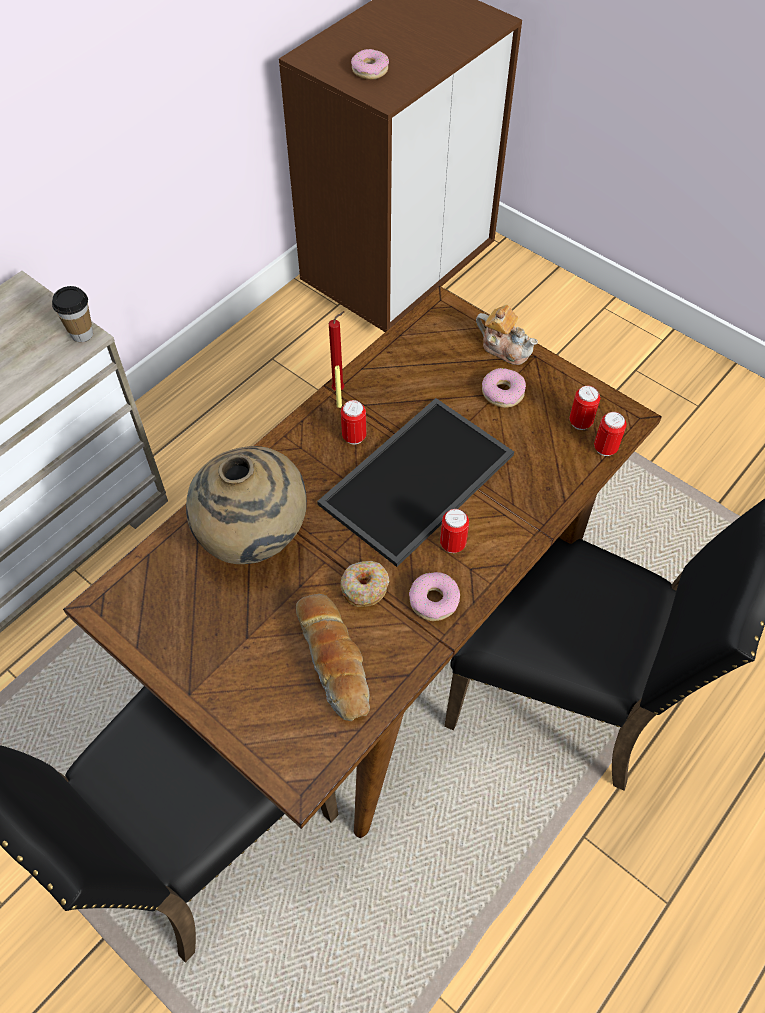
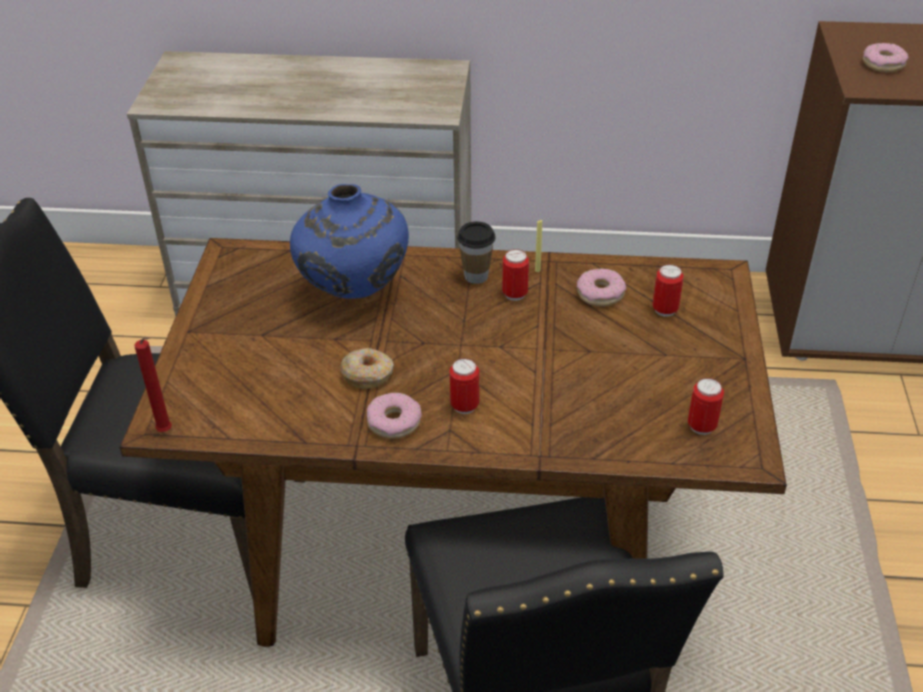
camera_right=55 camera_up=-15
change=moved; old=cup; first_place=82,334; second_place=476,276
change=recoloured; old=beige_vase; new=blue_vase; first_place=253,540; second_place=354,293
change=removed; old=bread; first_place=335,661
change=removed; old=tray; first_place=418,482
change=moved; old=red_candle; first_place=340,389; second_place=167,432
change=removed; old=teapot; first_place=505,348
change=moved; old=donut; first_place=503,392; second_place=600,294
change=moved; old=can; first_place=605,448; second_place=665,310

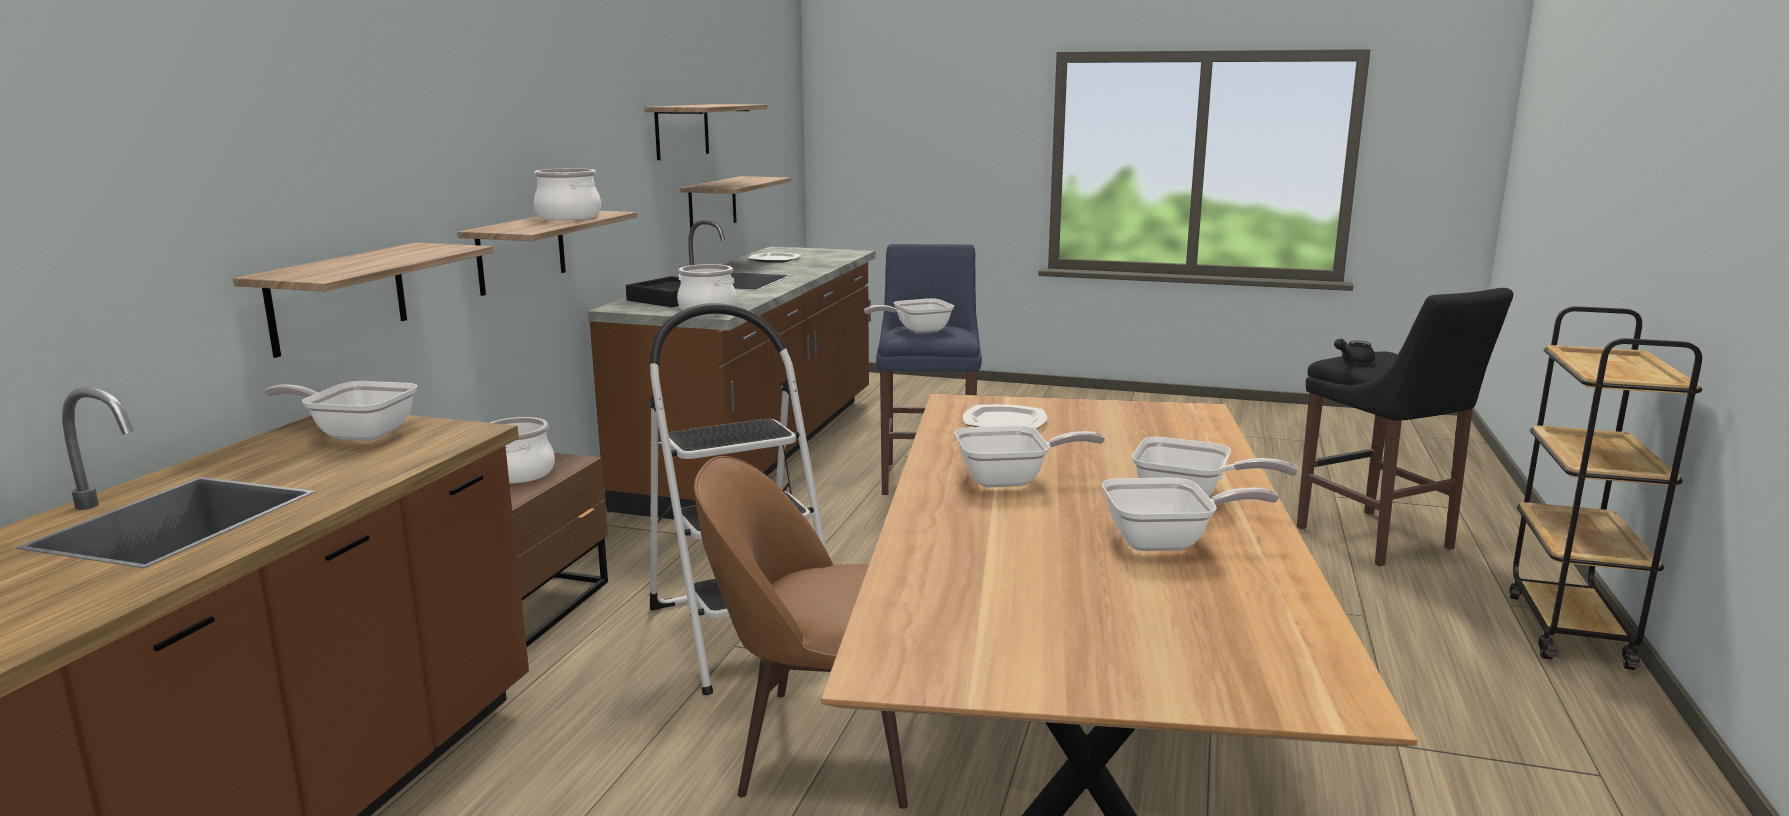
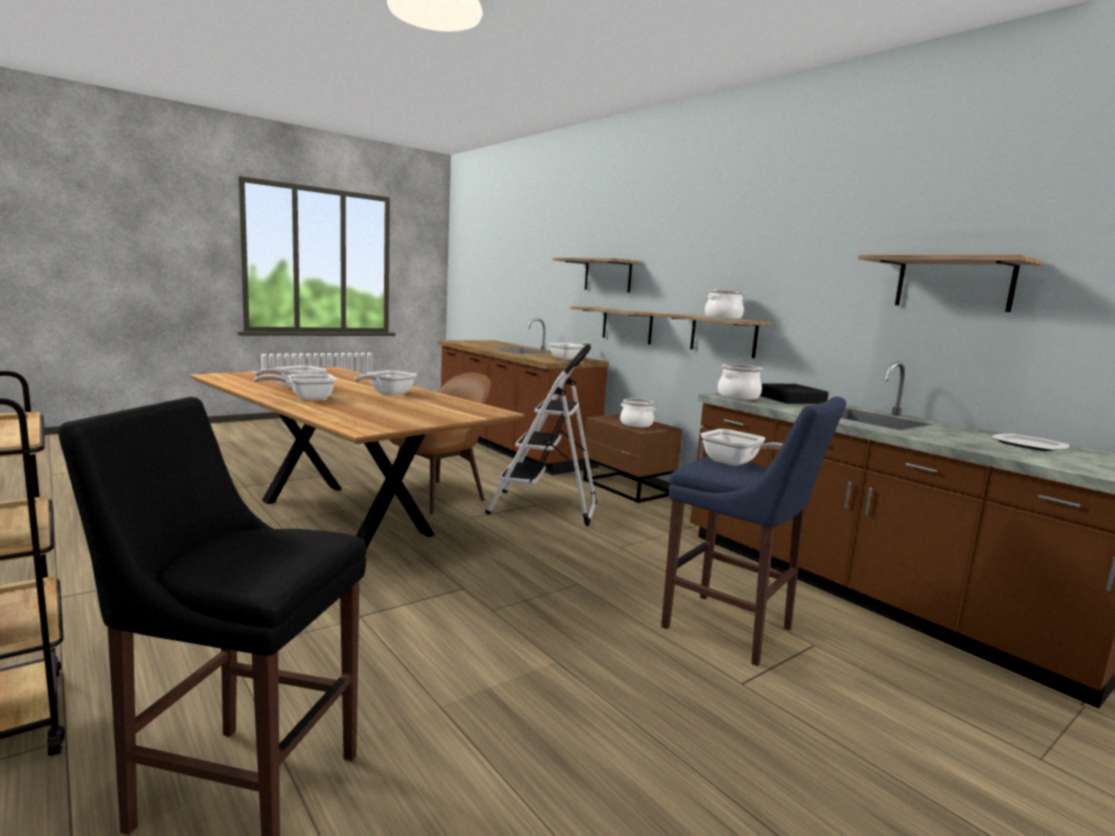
camera_right=125 camera_up=-5
change=moved; old=shelf; first_place=712,205; second_place=607,275
change=turned; old=frying_pan; first_place=916,330; second_place=736,463; degrees=120
change=removed; old=plate; first_place=1004,422
change=removed; old=black_teapot; first_place=1352,361

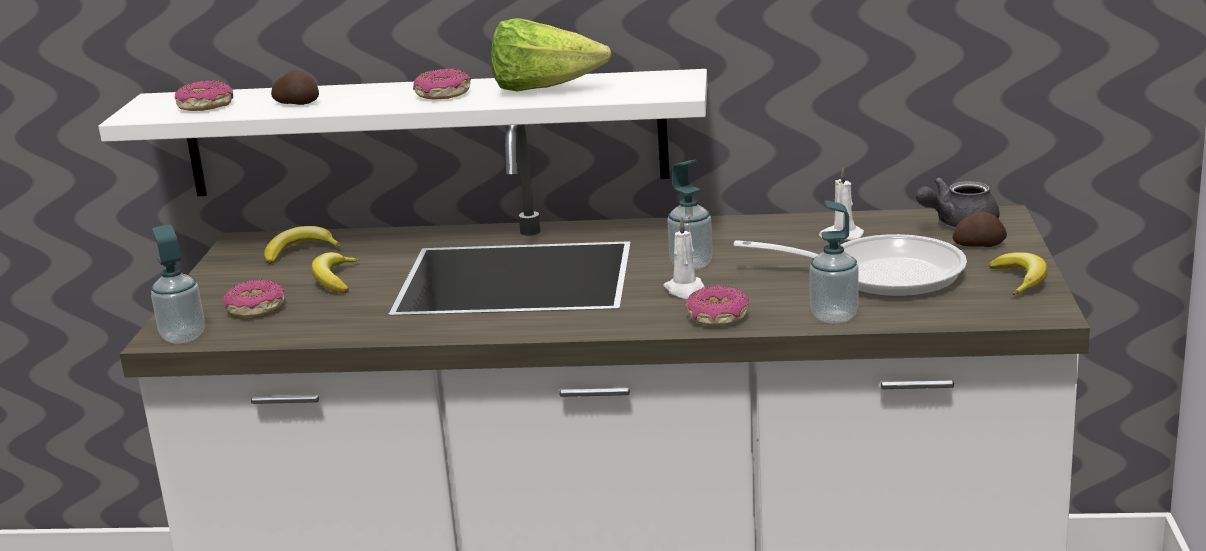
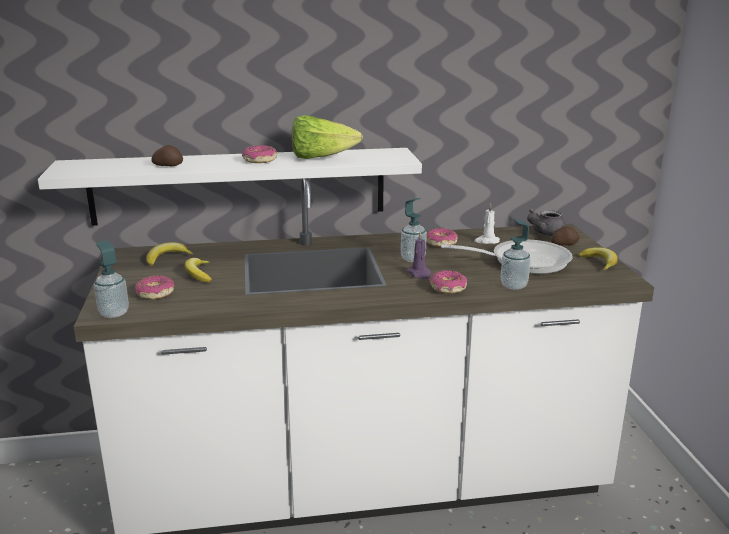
camera_right=-15 camera_up=0
change=moved; old=donut; first_place=205,106; second_place=441,243
change=recoloured; old=white_candle; new=purple_candle; first_place=685,290; second_place=419,274

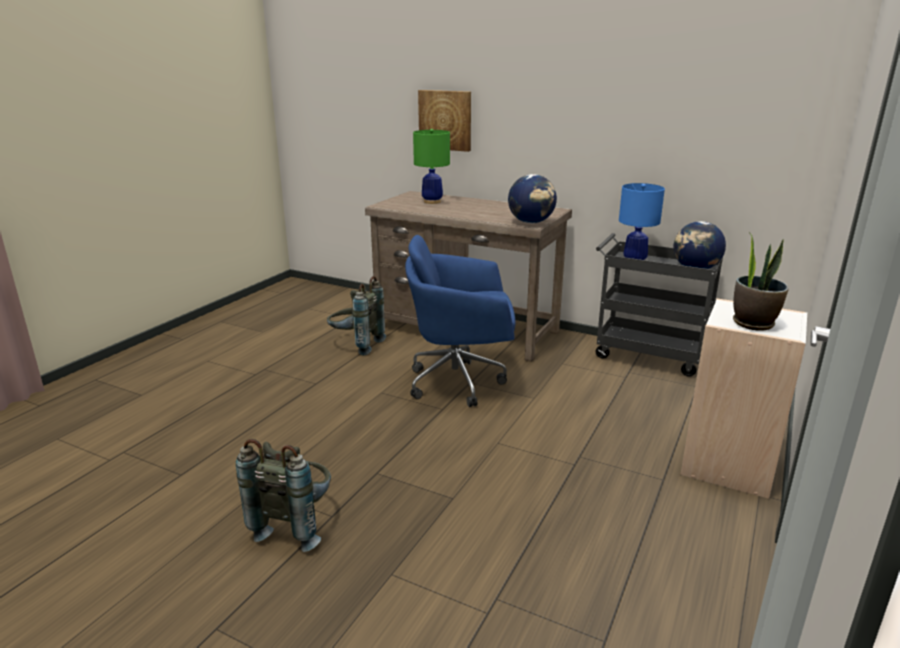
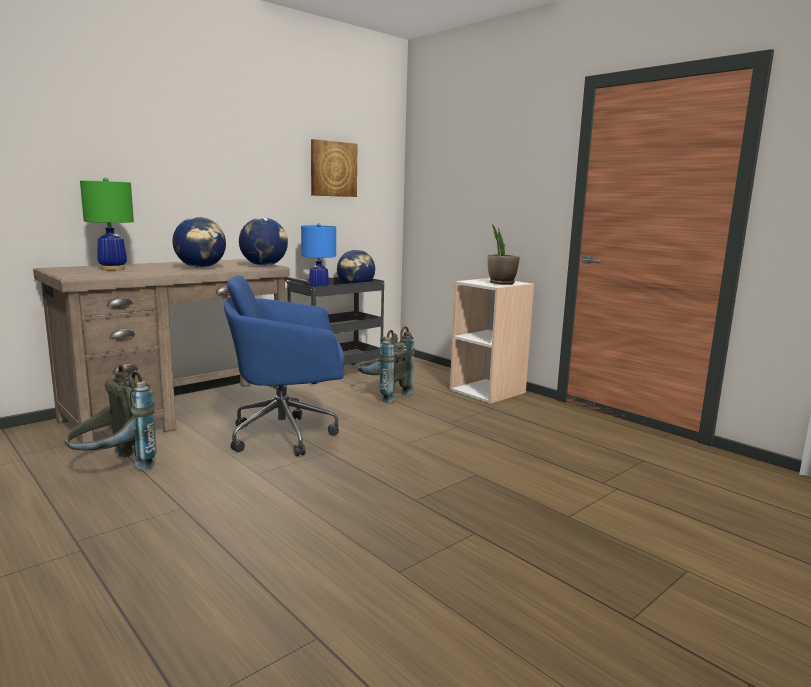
camera_right=-70 camera_up=-10
change=moved; old=grey_backpack; first_place=295,524; second_place=383,395
change=turned; old=blue_office_chair; first_place=460,383; second_place=288,436; degrees=60
change=moved; old=picture; first_place=445,120; second_place=333,169
change=added; new=globe; second_place=201,267

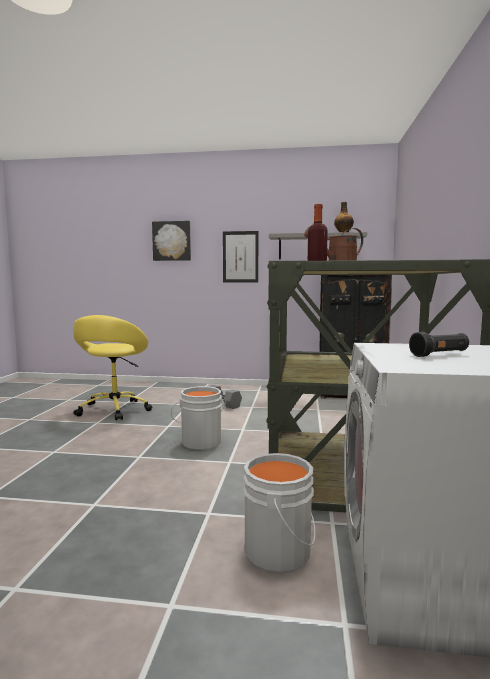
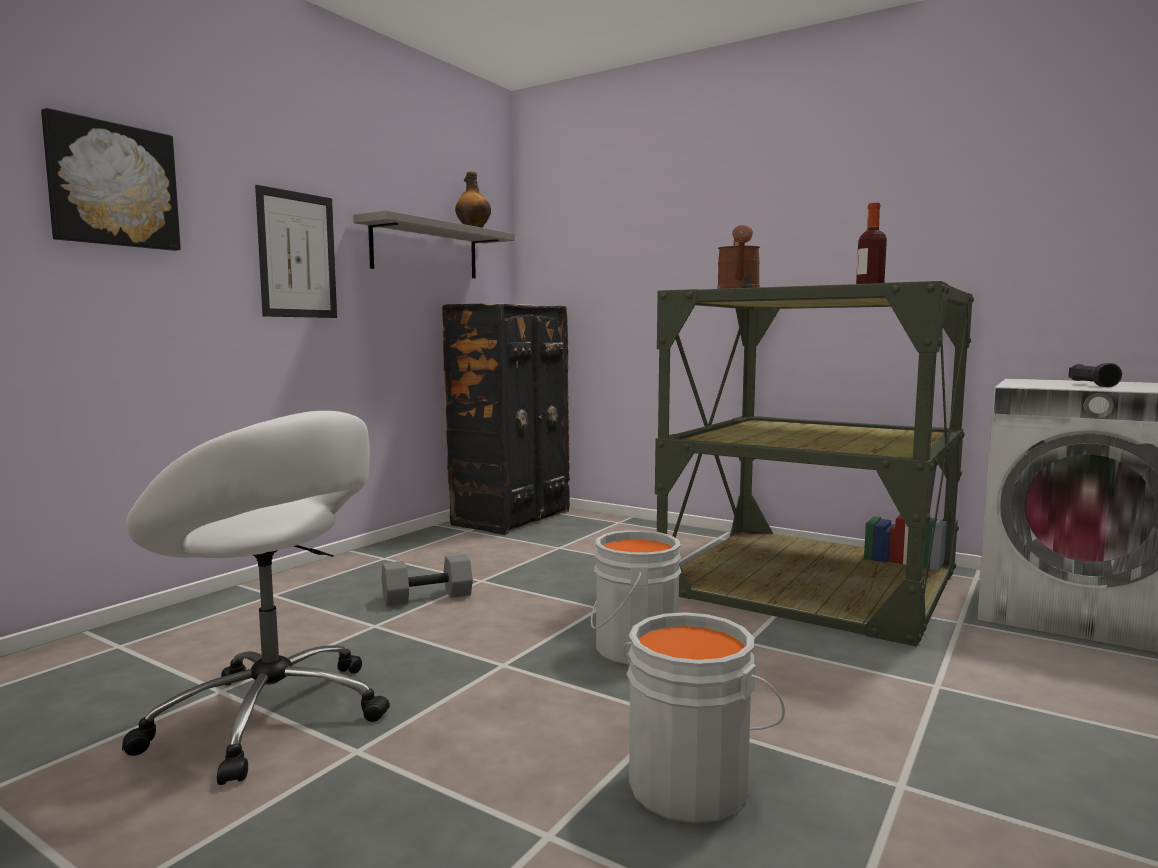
camera_right=-65 camera_up=0
change=recoloured; old=yellow_office_chair; new=white_office_chair; first_place=113,410; second_place=274,718
change=moved; old=grey_bucket; first_place=281,551; second_place=691,783

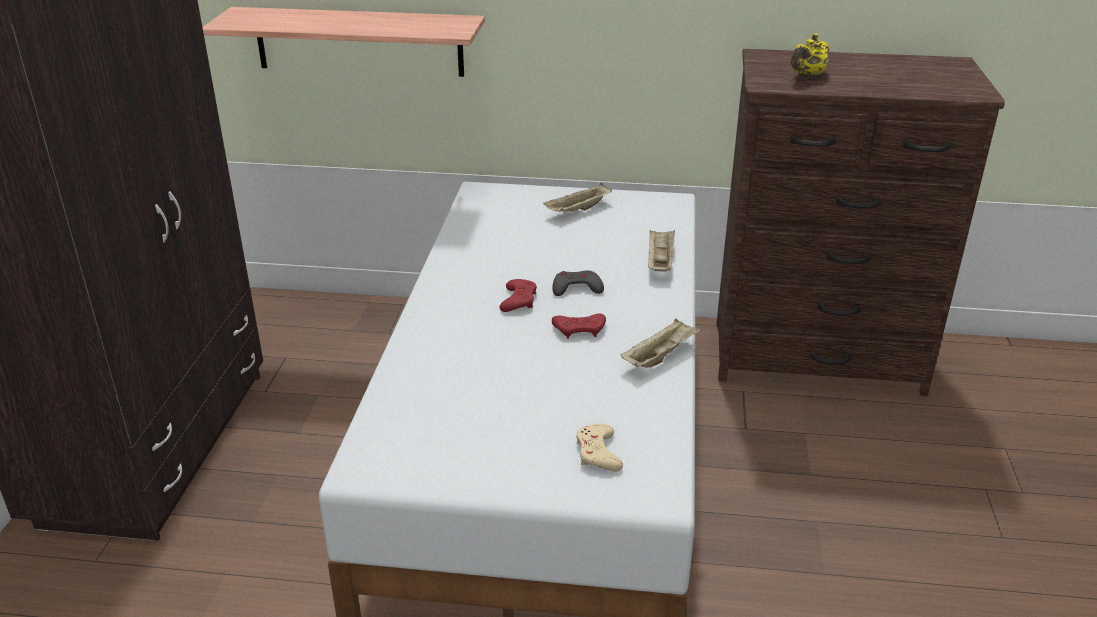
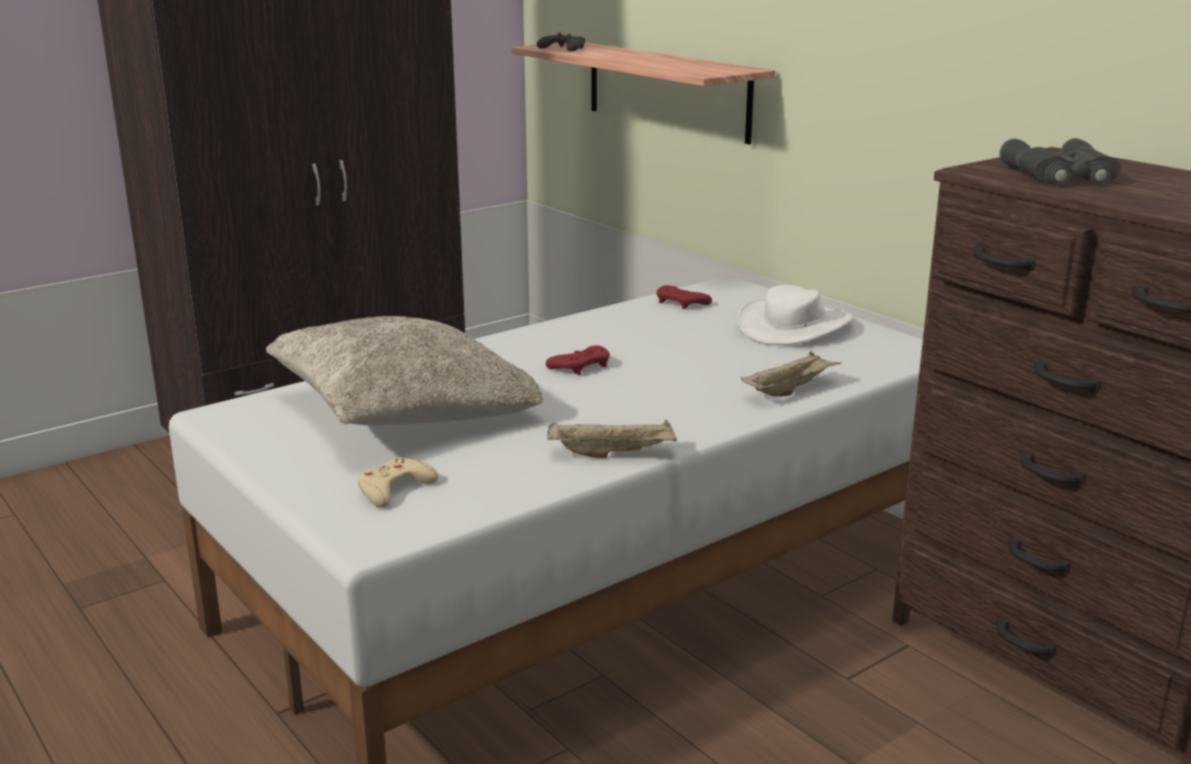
camera_right=45 camera_up=-10
change=replaced; old=beige_tray; new=white_hat; first_place=578,210; second_place=795,326
change=moved; old=grey_game_controller; first_place=576,288; second_place=563,48
change=moved; old=red_game_controller; first_place=579,329; second_place=681,302
change=replaced; old=yellow_teapot; new=grey_binoculars; first_place=807,76; second_place=1060,175
change=added; new=beige_pillow; second_place=406,408

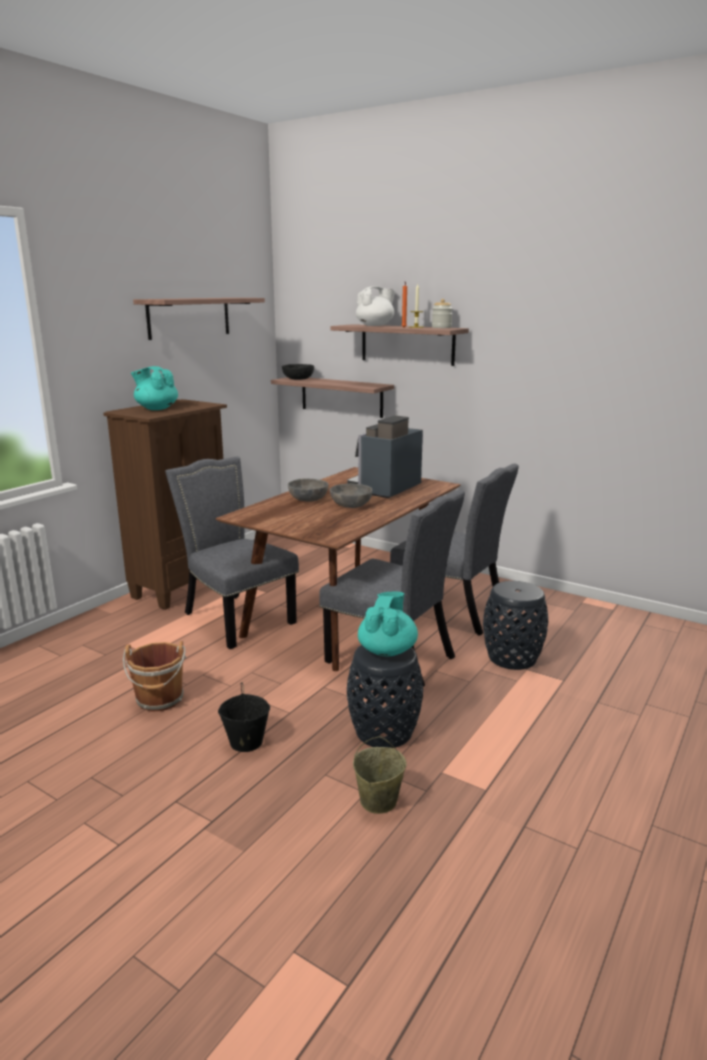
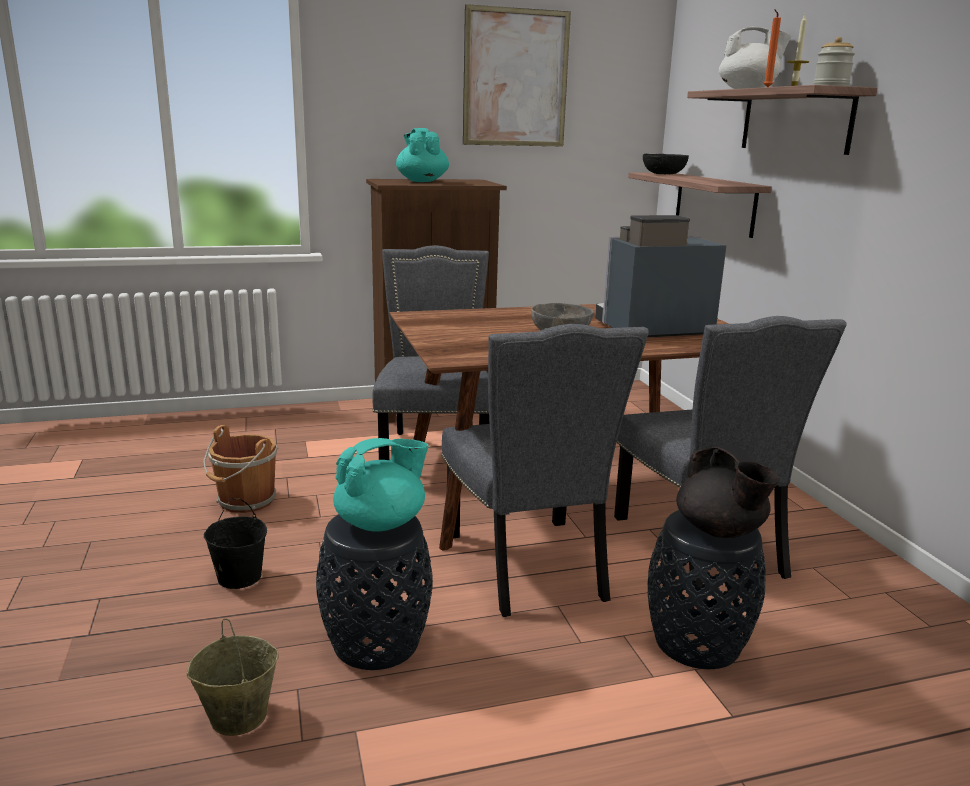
camera_right=40 camera_up=0
change=replaced; old=shelf; new=picture; first_place=189,317; second_place=515,78
change=removed; old=grey_bowl; first_place=308,500
change=added; new=black_teapot; second_place=720,530

